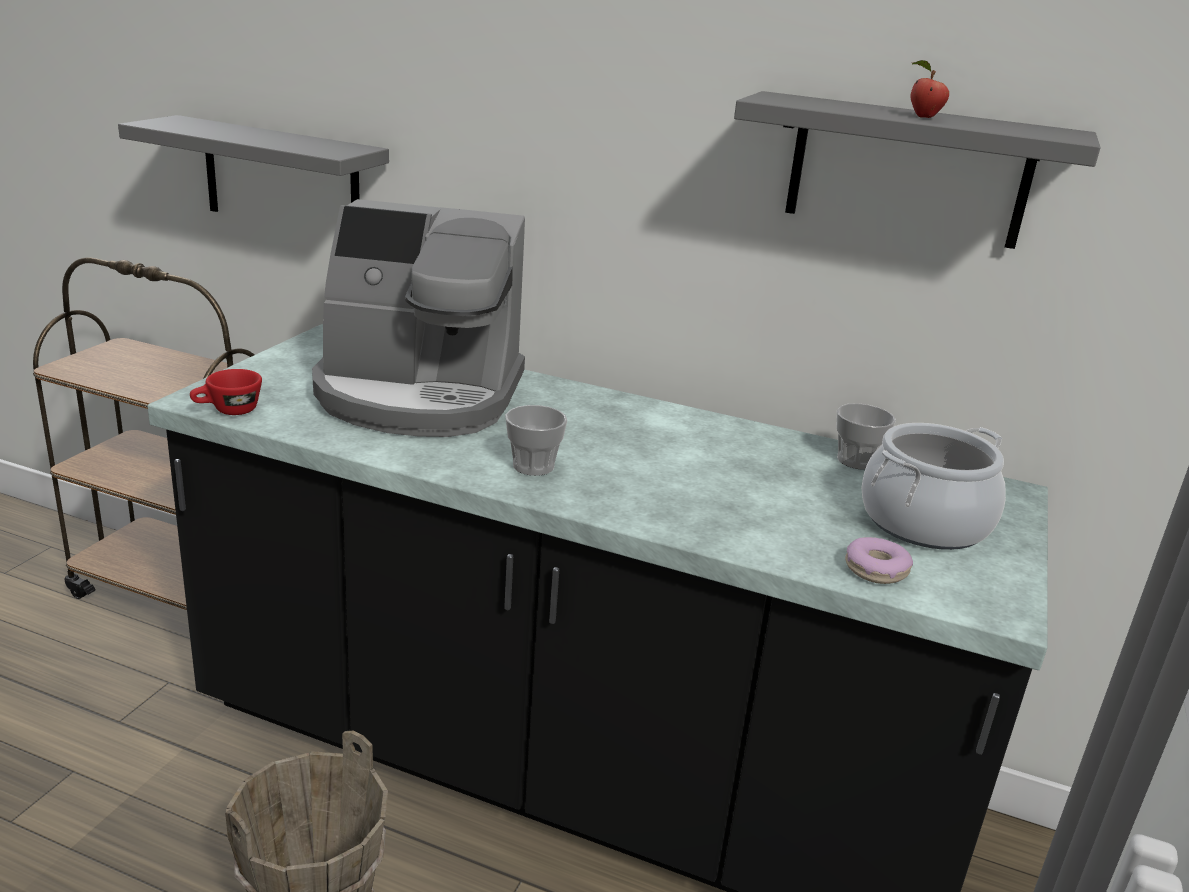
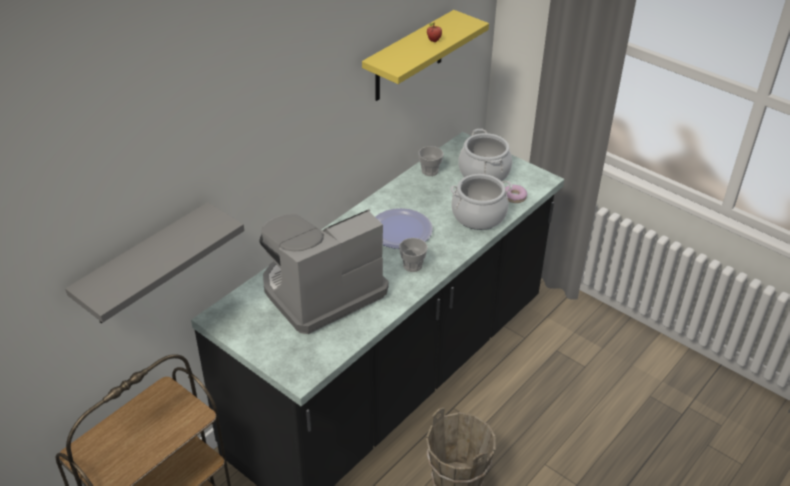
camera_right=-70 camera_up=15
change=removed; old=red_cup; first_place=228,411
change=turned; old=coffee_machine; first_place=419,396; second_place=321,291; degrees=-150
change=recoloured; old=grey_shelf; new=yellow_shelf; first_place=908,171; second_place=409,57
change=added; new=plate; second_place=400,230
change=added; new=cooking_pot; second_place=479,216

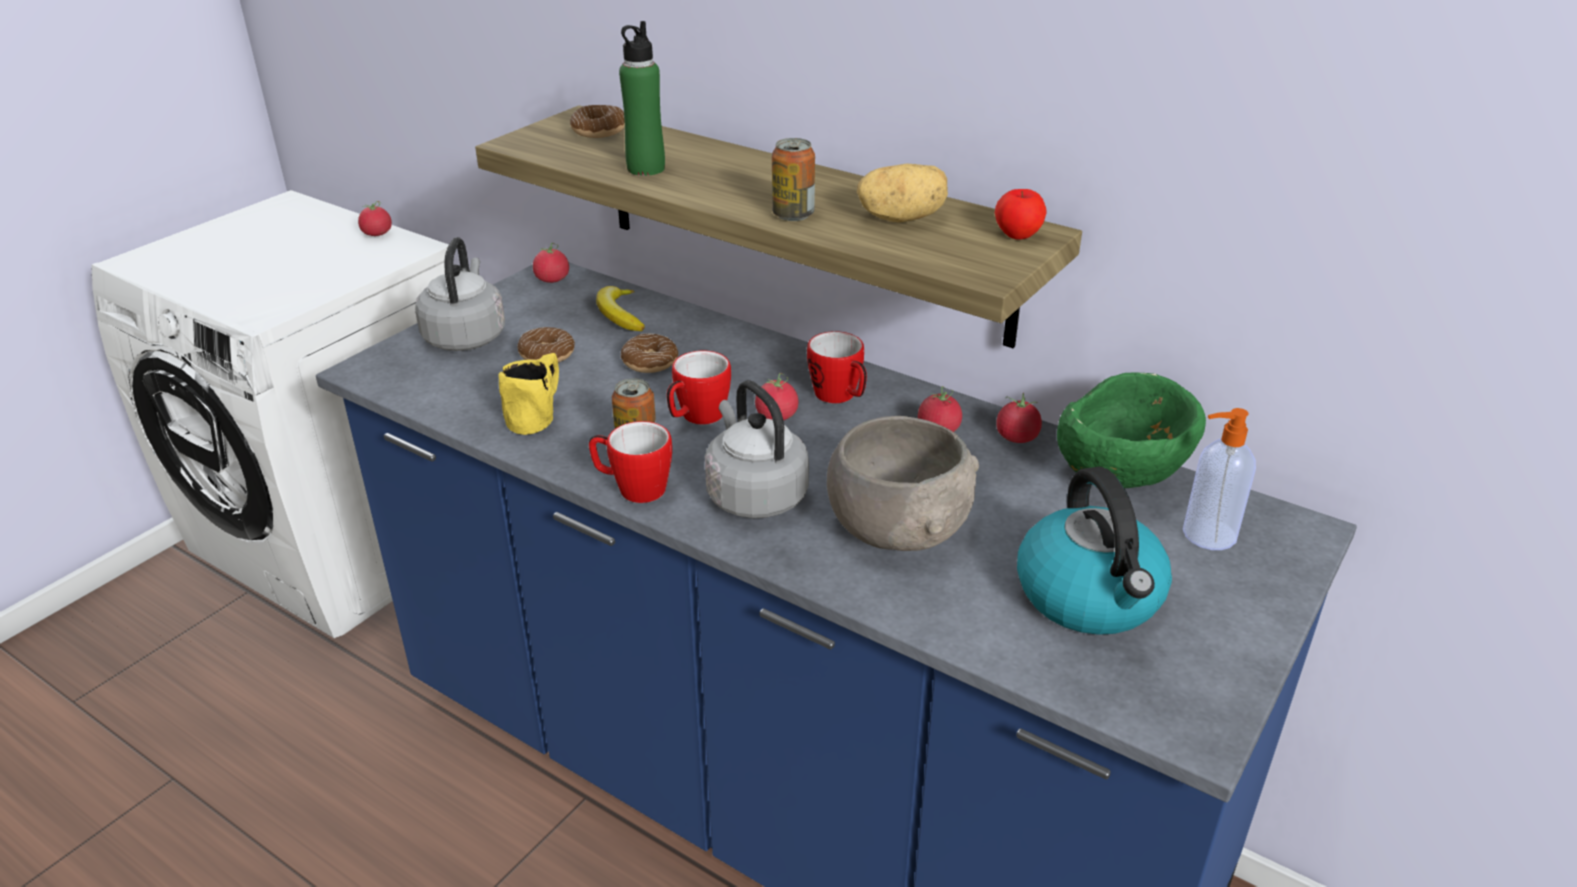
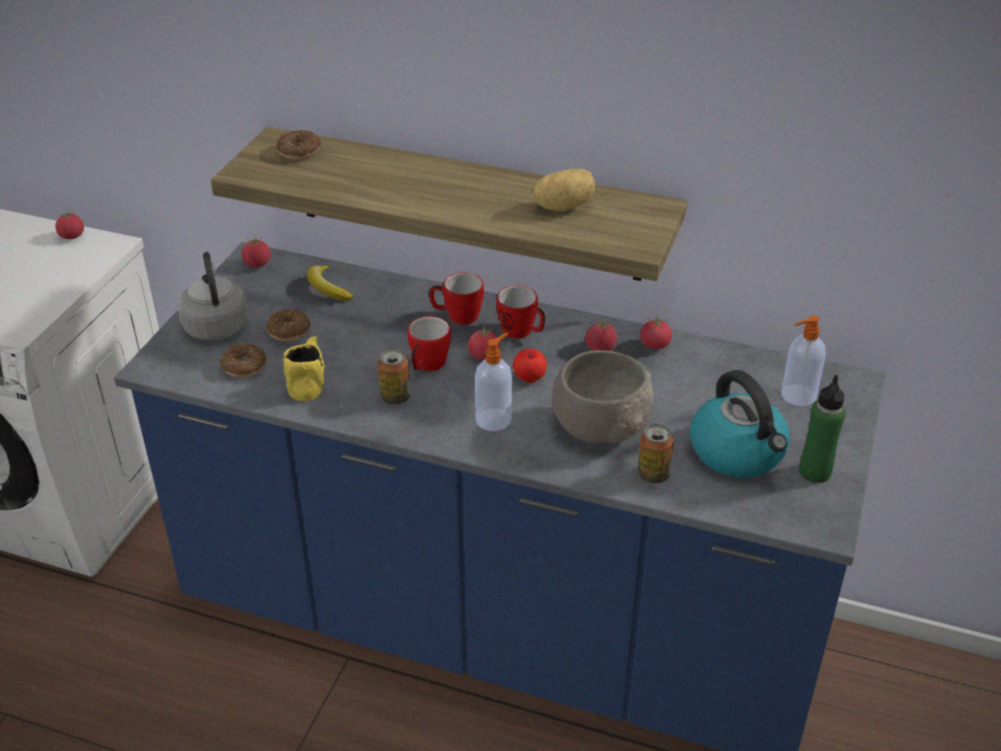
camera_right=-15 camera_up=5
change=moved; old=mug; first_place=633,488; second_place=457,316
change=moved; old=green_bottle; first_place=645,168; second_place=814,472
change=moved; old=donut; first_place=649,362; second_place=244,366
change=replaced; old=grey_kettle; new=soap_dispenser; first_place=754,495; second_place=494,419
change=moved; old=can; first_place=793,215; second_place=653,474
change=moved; old=apple; first_place=1018,235; second_place=529,377
change=removed; old=green_bowl; first_place=1120,479

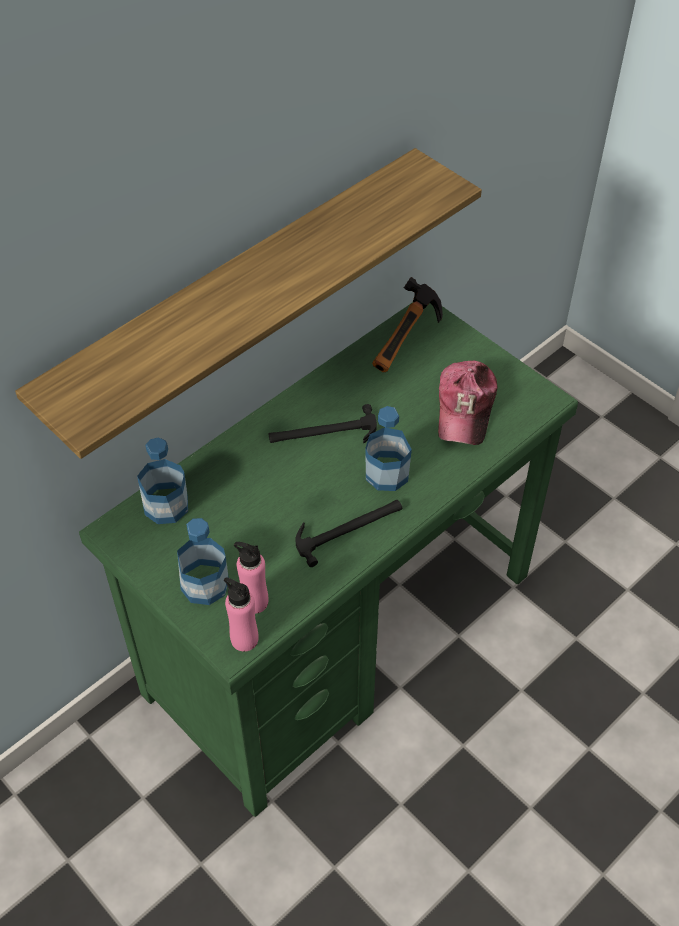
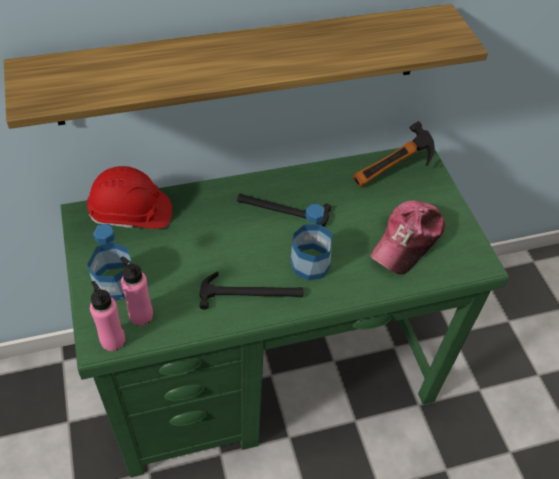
camera_right=25 camera_up=0
change=replaced; old=bottle; new=red_hard_hat; first_place=166,506; second_place=131,213

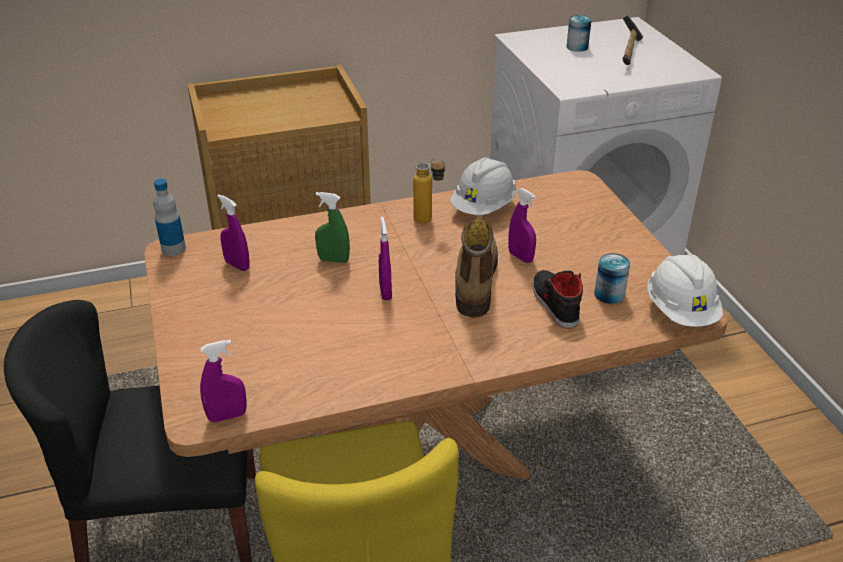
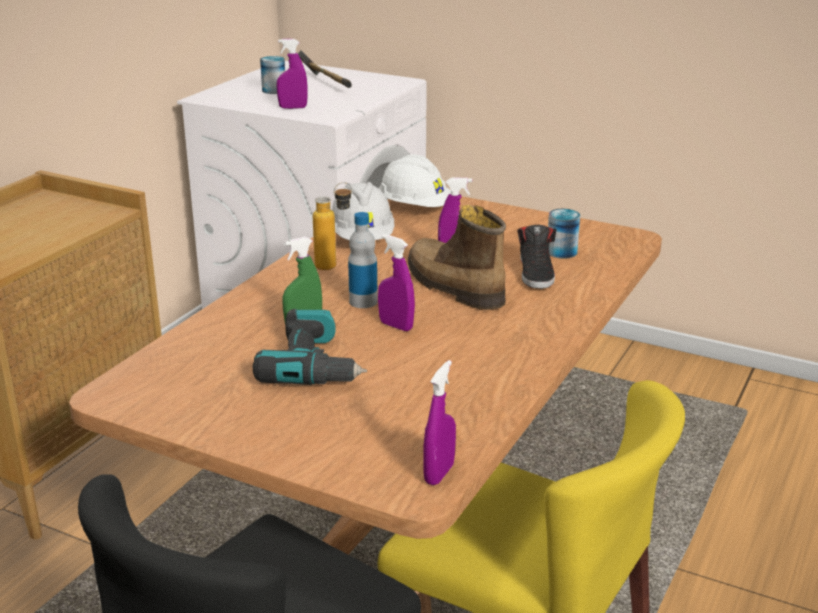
camera_right=-45 camera_up=-10
change=moved; old=bottle; first_place=173,249; second_place=363,301
change=moved; old=purple_spray_bottle; first_place=237,265; second_place=293,107
change=turned; old=black_shoe; first_place=554,303; second_place=536,273; degrees=-120
change=moved; old=white_hard_hat; first_place=681,311; second_place=415,208
change=added; new=power_drill; second_place=314,366

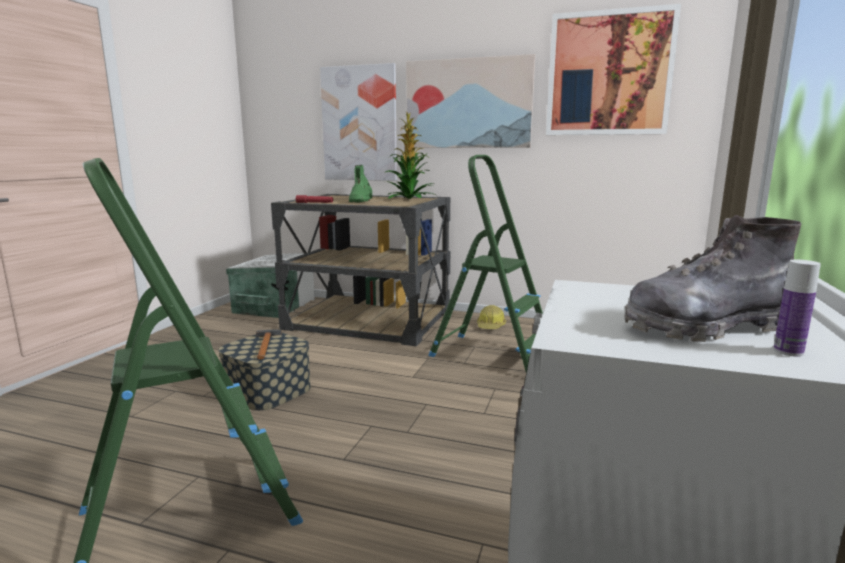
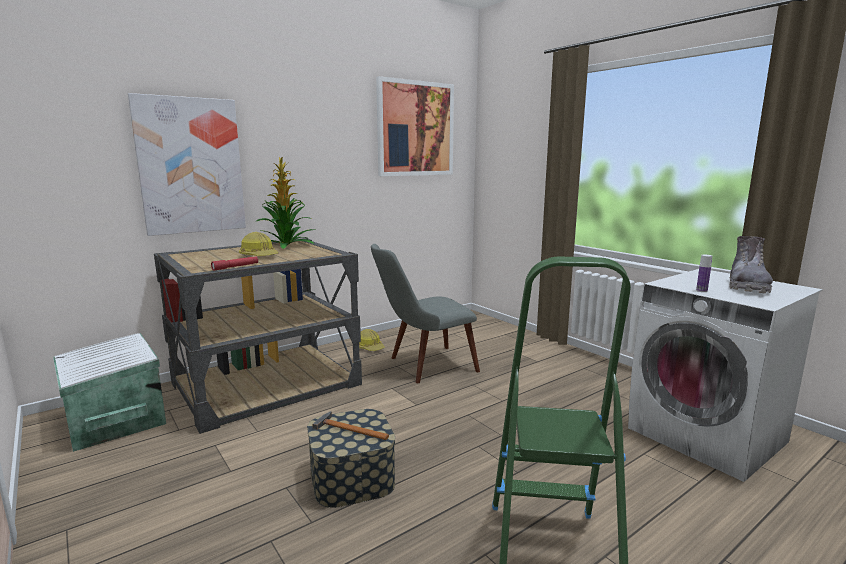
camera_right=-55 camera_up=0
change=replaced; old=green_boot; new=hard_hat; first_place=361,201; second_place=259,256
change=removed; old=picture; first_place=468,104
change=replaced; old=green_step_ladder; new=grey_chair; first_place=493,356; second_place=423,366
change=moved; old=bottle; first_place=788,351; second_place=701,291

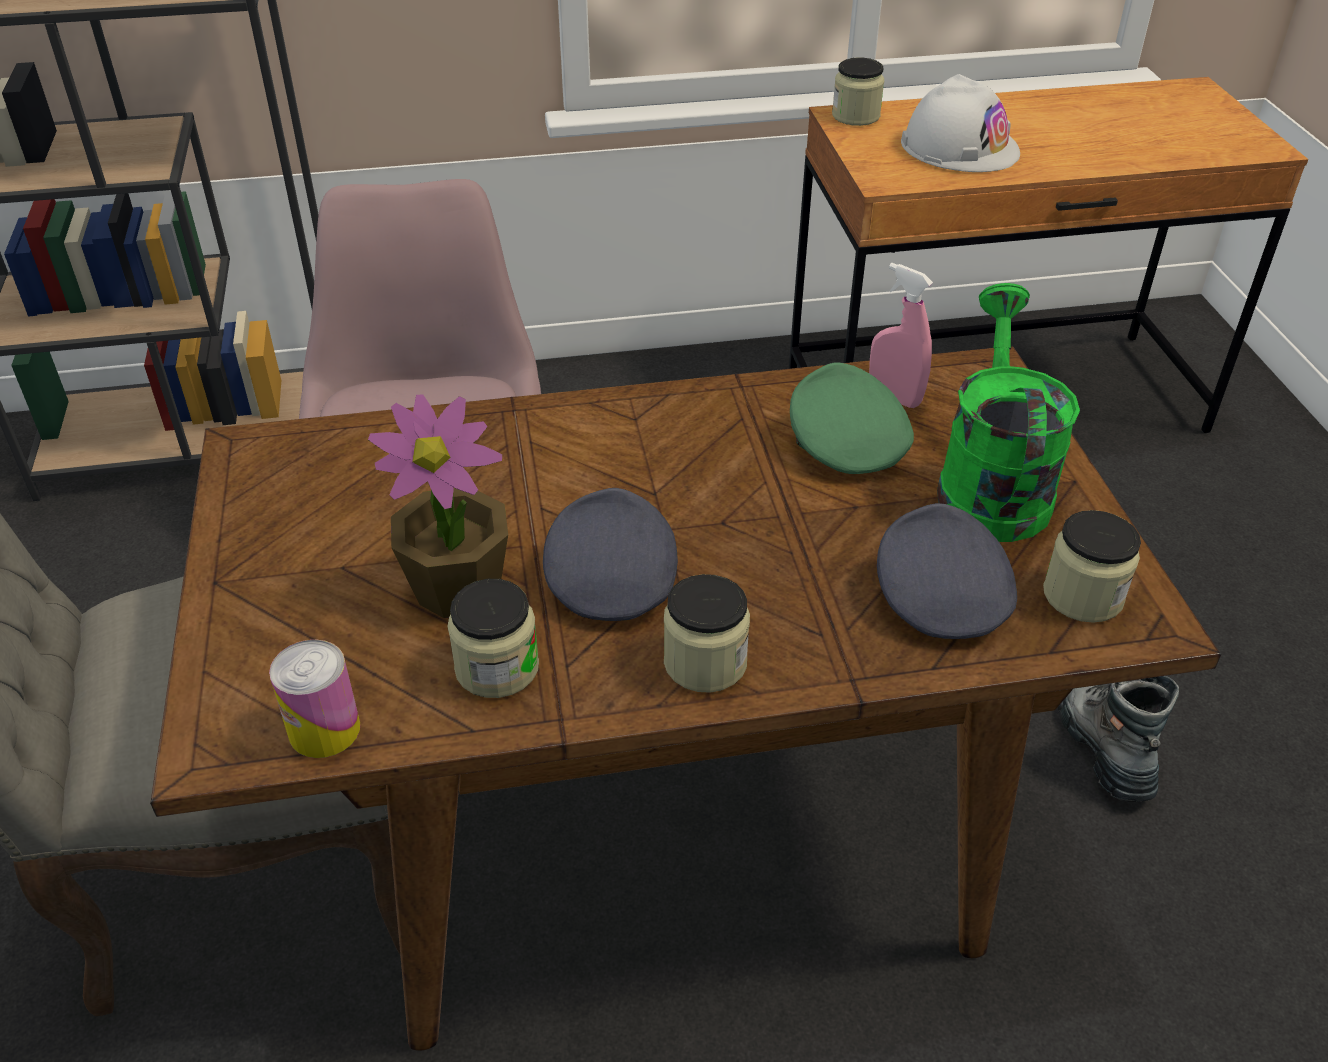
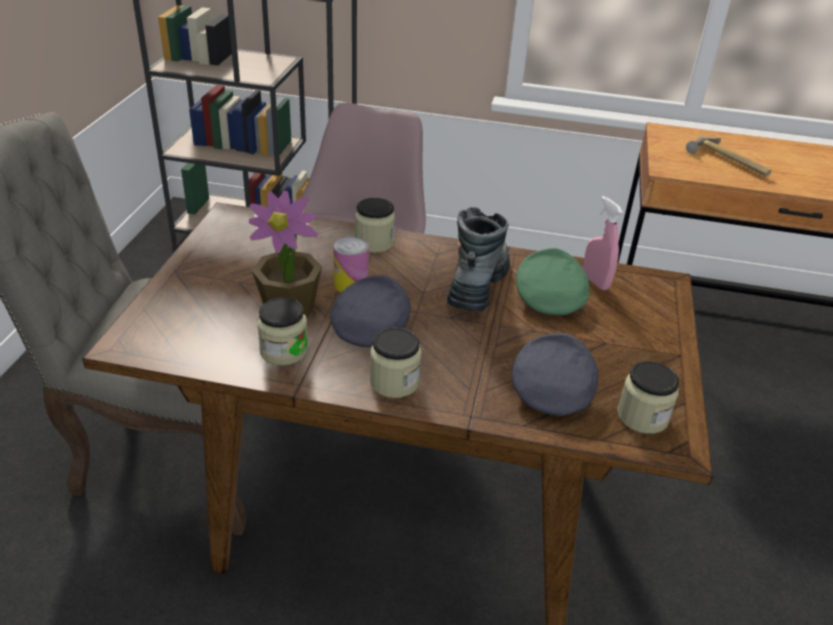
camera_right=20 camera_up=-5
change=moved; old=can; first_place=324,729; second_place=351,284
change=moved; old=jar; first_place=855,116; second_place=374,242
change=replaced; old=white_hard_hat; new=hammer; first_place=959,147; second_place=728,162
change=removed; old=green_watering_can; first_place=990,484
change=moved; old=boot; first_place=1103,741; second_place=477,283

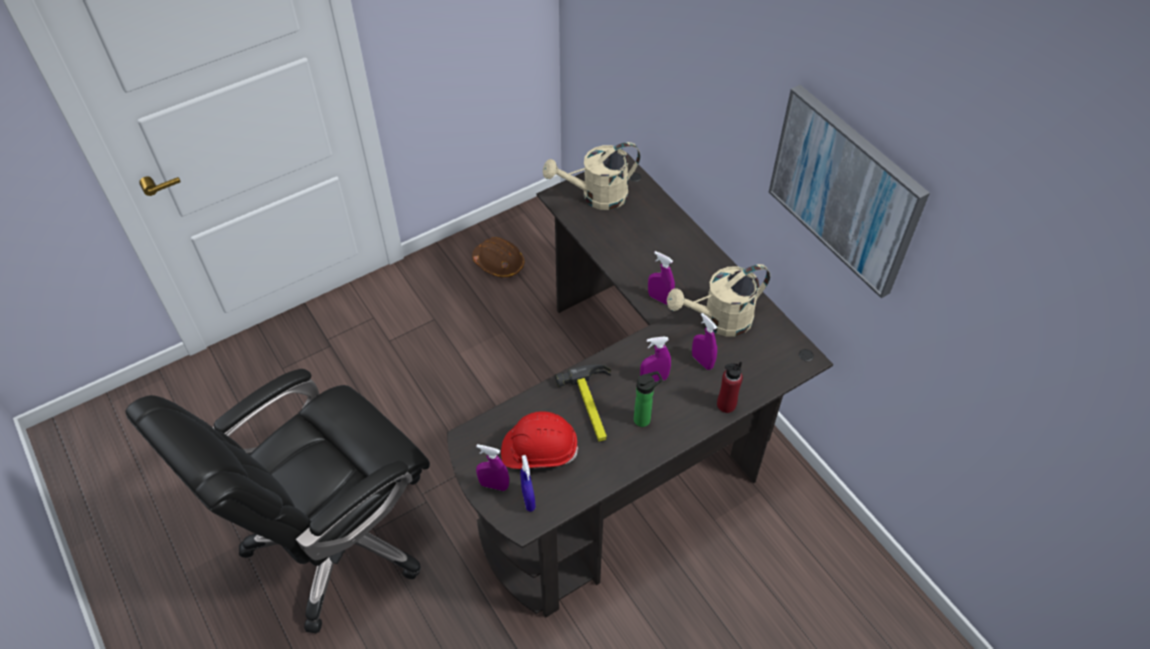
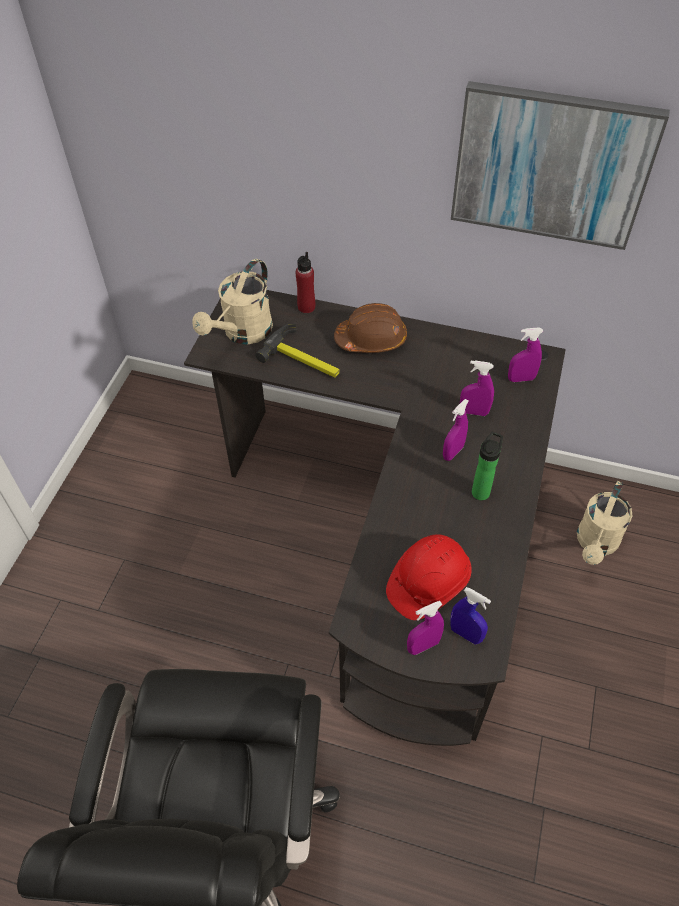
camera_right=-40 camera_up=0
change=moved; old=brown_hard_hat; first_place=499,263; second_place=371,339
change=moved; old=hammer; first_place=593,406; second_place=304,359
change=moved; old=purple_spray_bottle; first_place=659,298; second_place=521,379
change=moved; old=beige_watering_can; first_place=719,321; second_place=596,544
change=moved; old=red_bottle; first_place=726,404; second_place=306,307

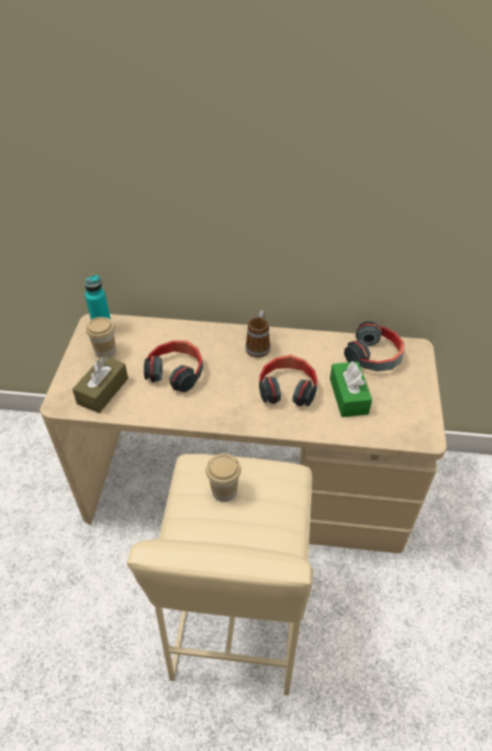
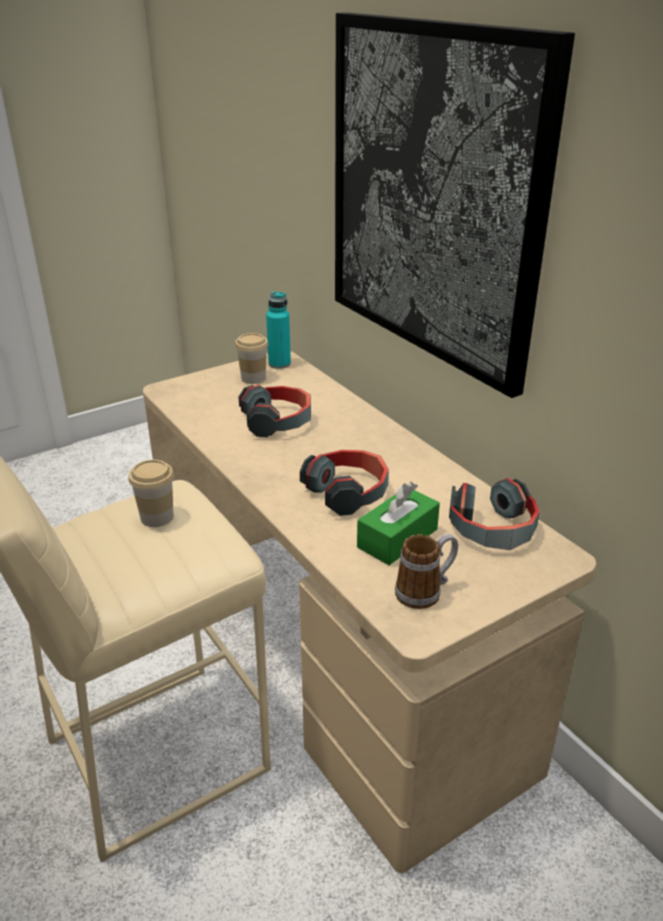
camera_right=50 camera_up=-15
change=removed; old=brown_tissue_box; first_place=103,391
change=moved; old=mug; first_place=258,345; second_place=425,591
change=added; new=picture; second_place=432,197

